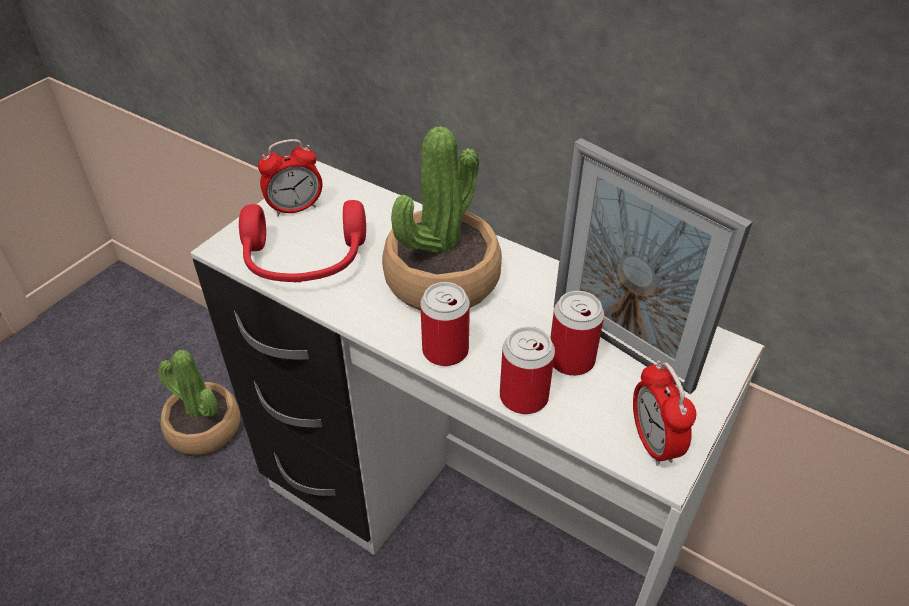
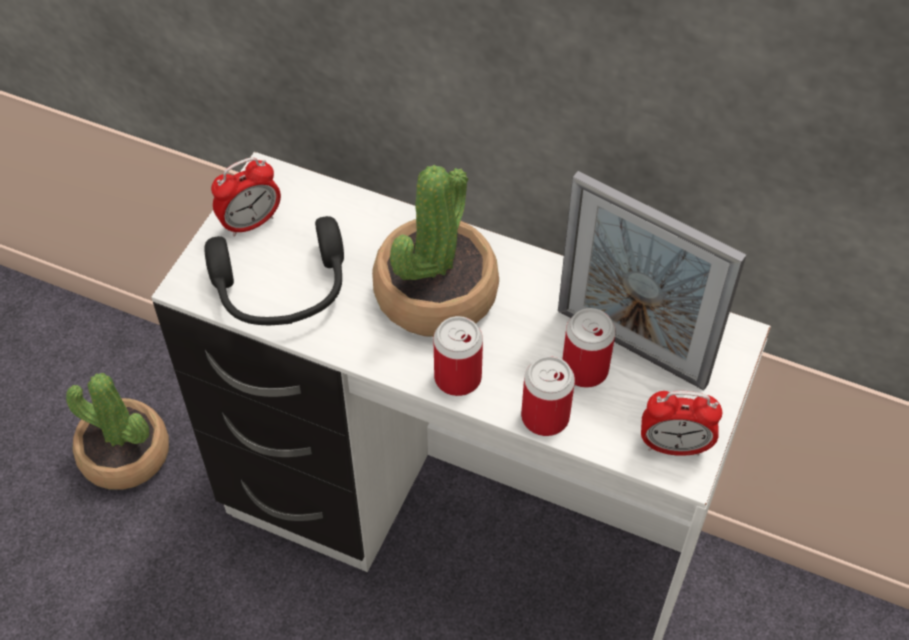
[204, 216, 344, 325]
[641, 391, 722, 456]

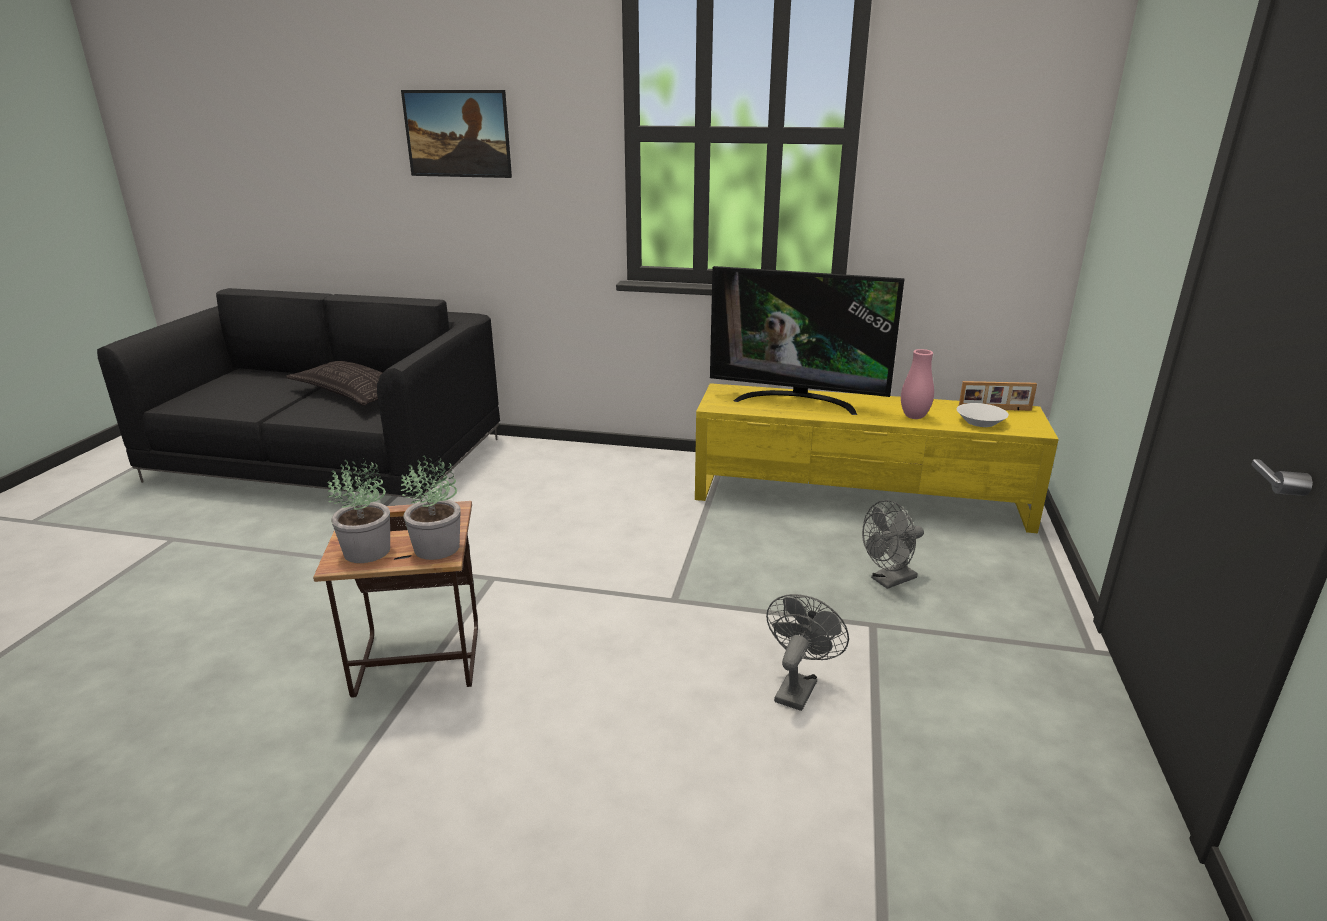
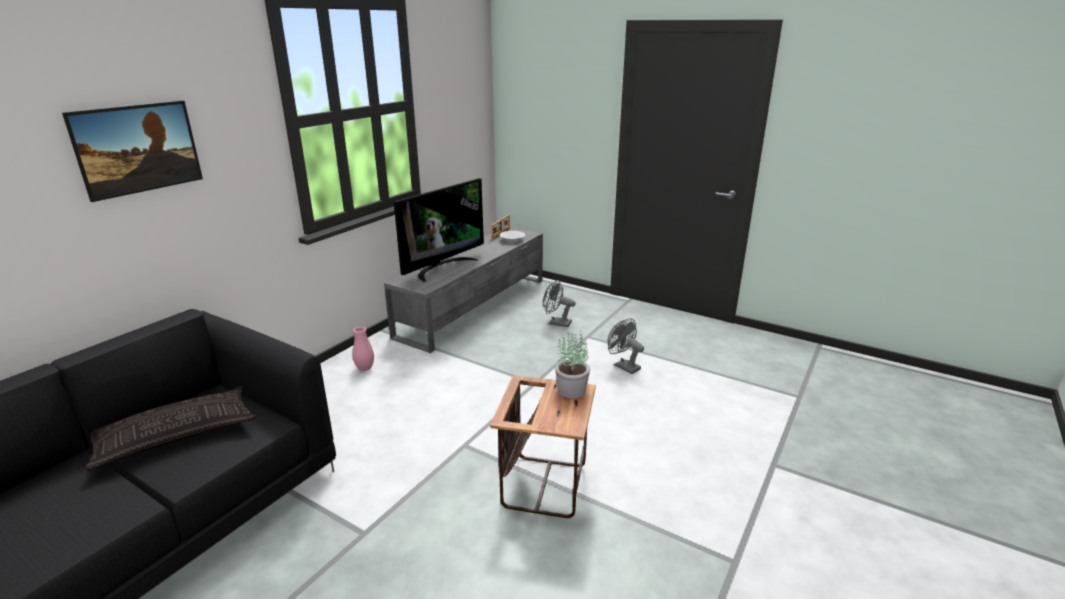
[352, 327, 374, 371]
[384, 227, 543, 353]
[543, 280, 576, 327]
[328, 458, 390, 563] (first image)

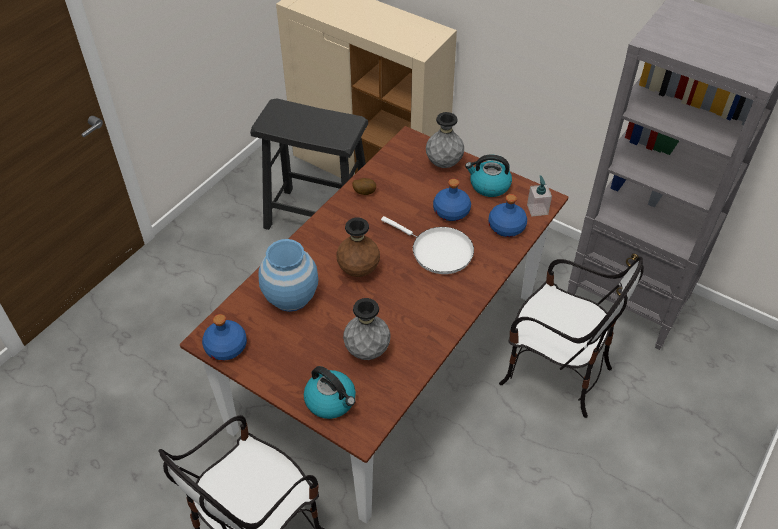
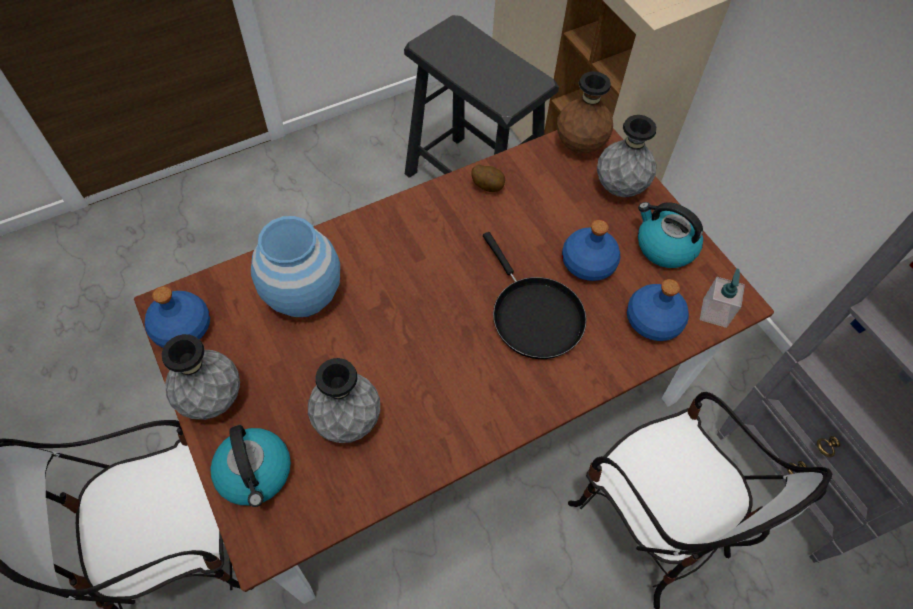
[162, 334, 240, 420]
[483, 232, 587, 359]
[557, 71, 613, 154]

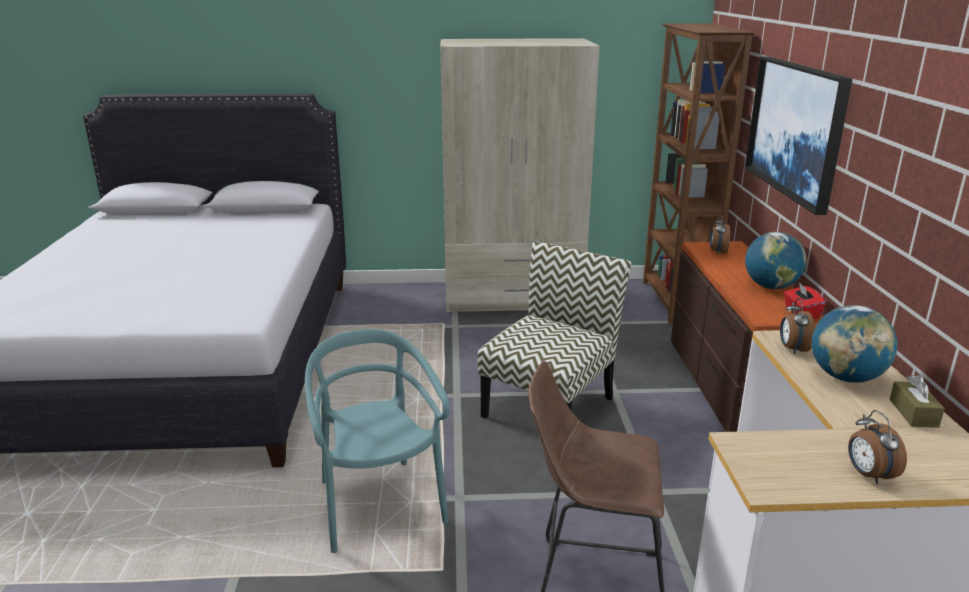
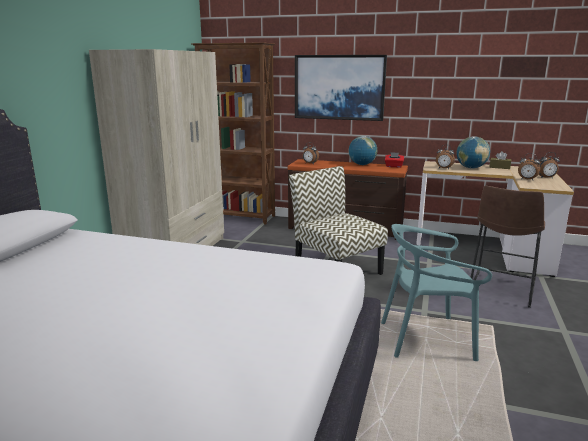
[518, 153, 540, 180]

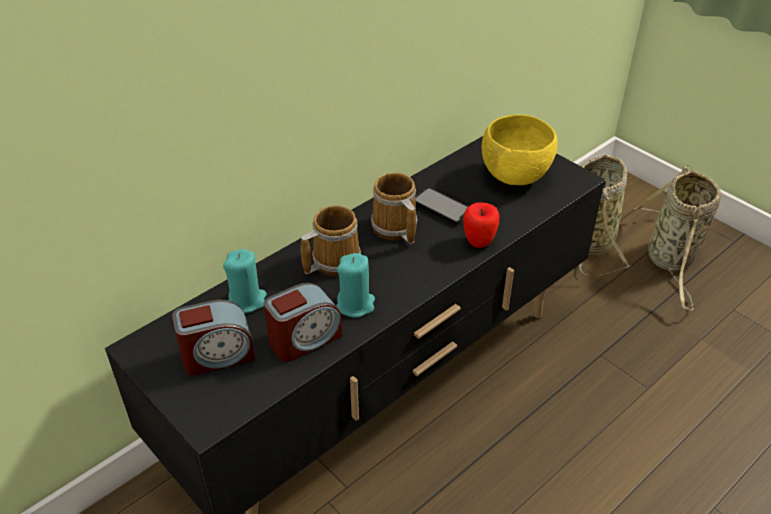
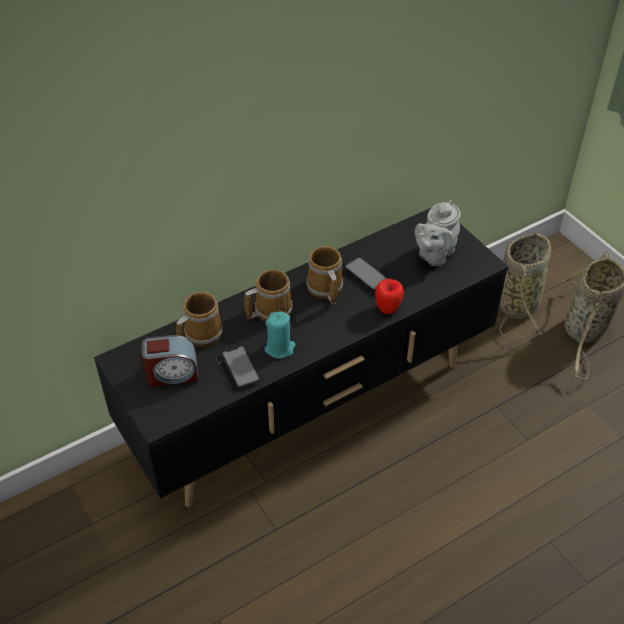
[176, 292, 223, 347]
[214, 345, 260, 393]
[415, 200, 461, 266]

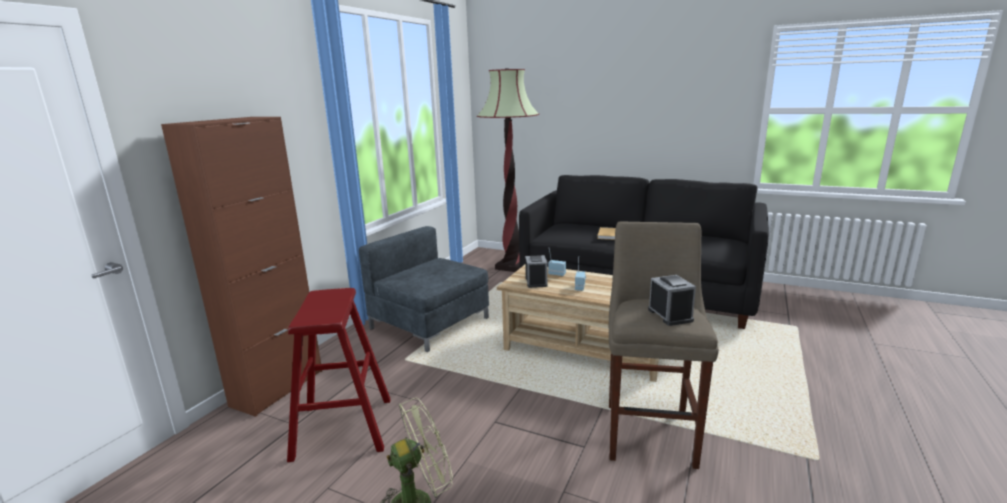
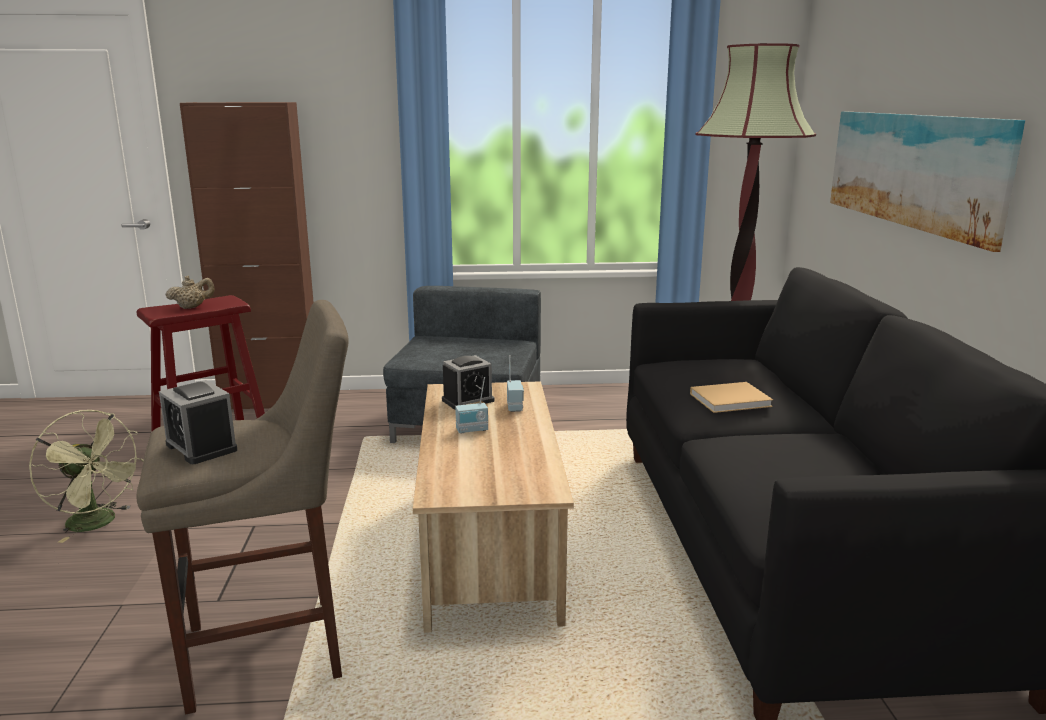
[159, 380, 237, 464]
[165, 276, 215, 309]
[830, 111, 1025, 252]

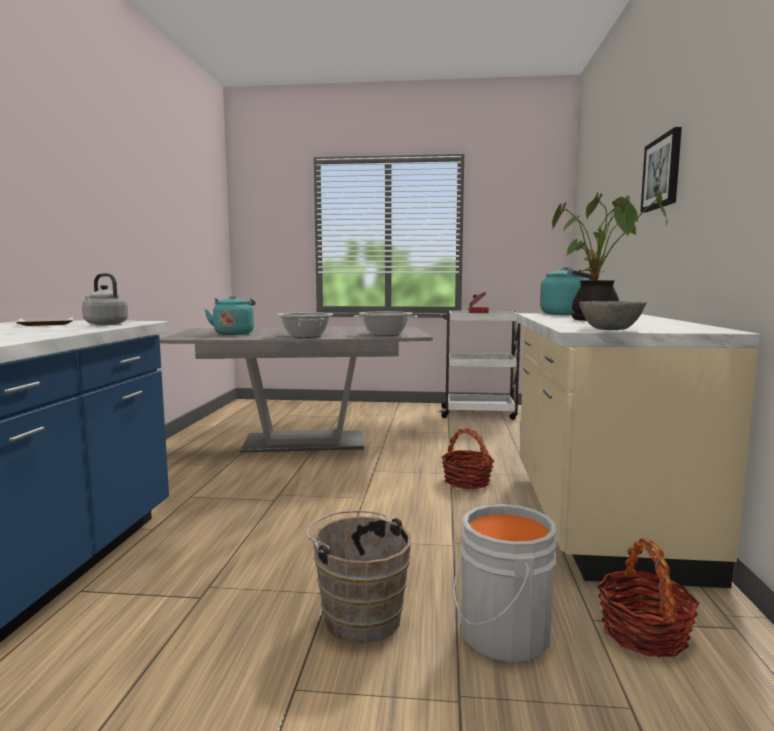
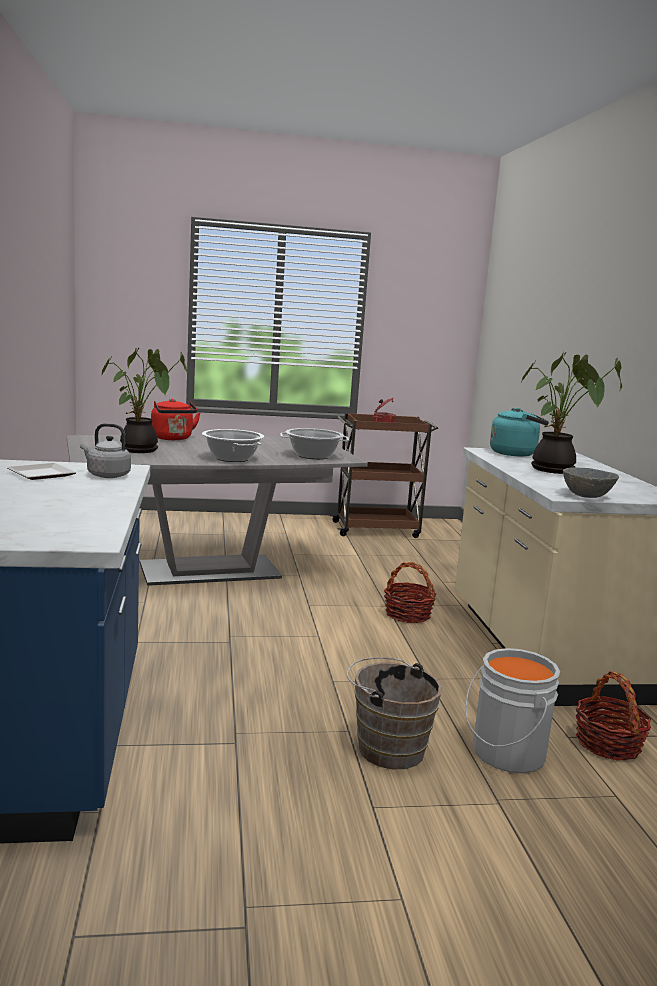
[101, 348, 189, 453]
[151, 399, 200, 440]
[330, 413, 438, 538]
[640, 127, 682, 213] (first image)

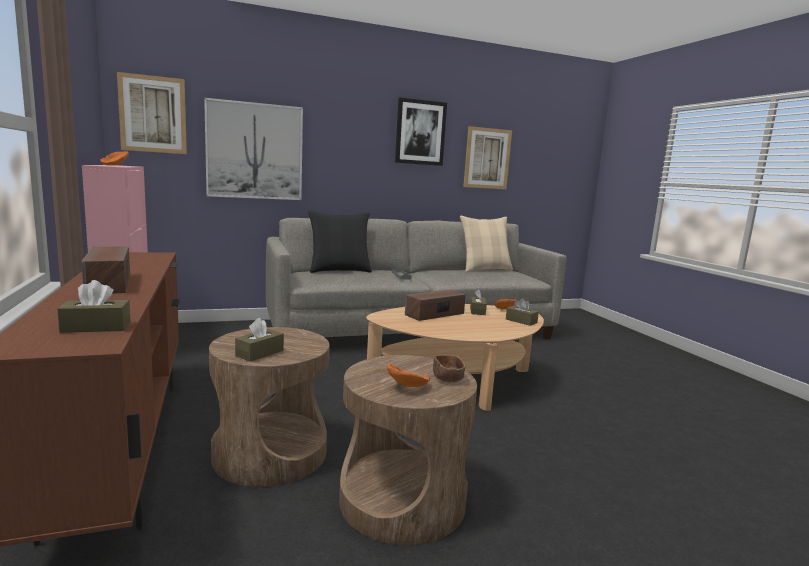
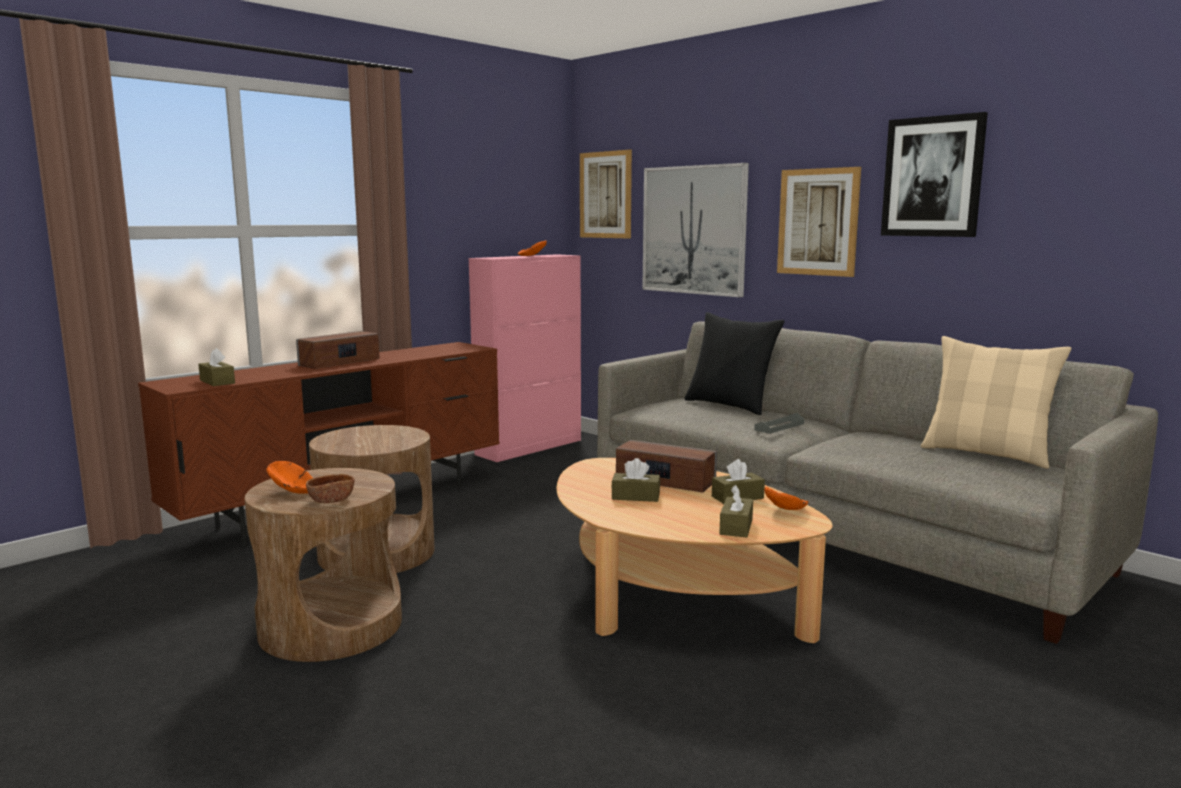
[611, 458, 660, 502]
[777, 167, 861, 277]

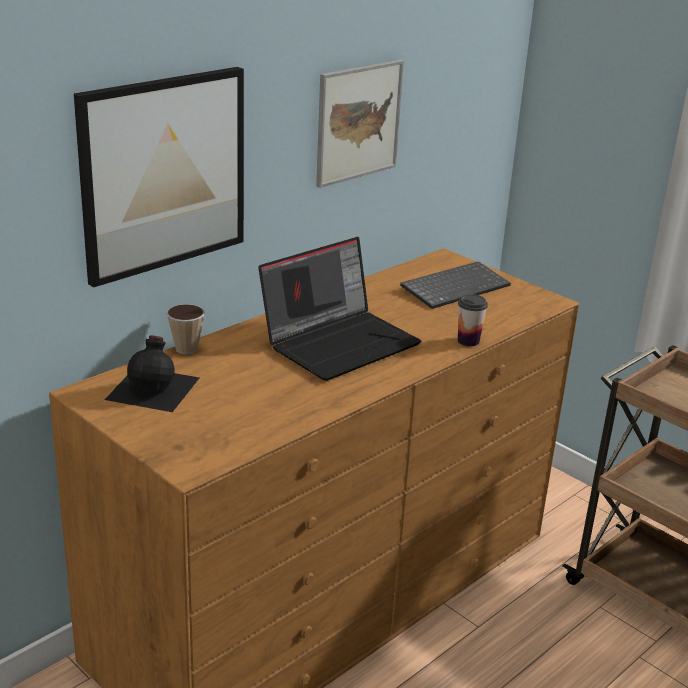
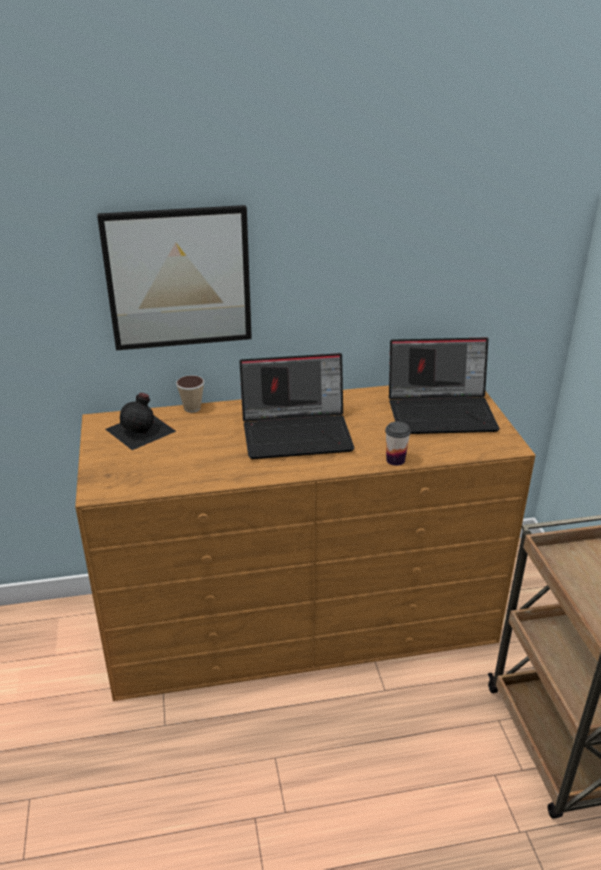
[389, 337, 500, 434]
[316, 60, 404, 188] (first image)

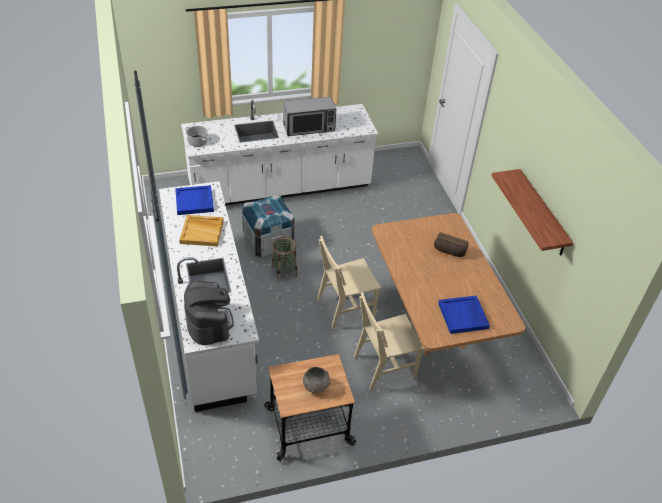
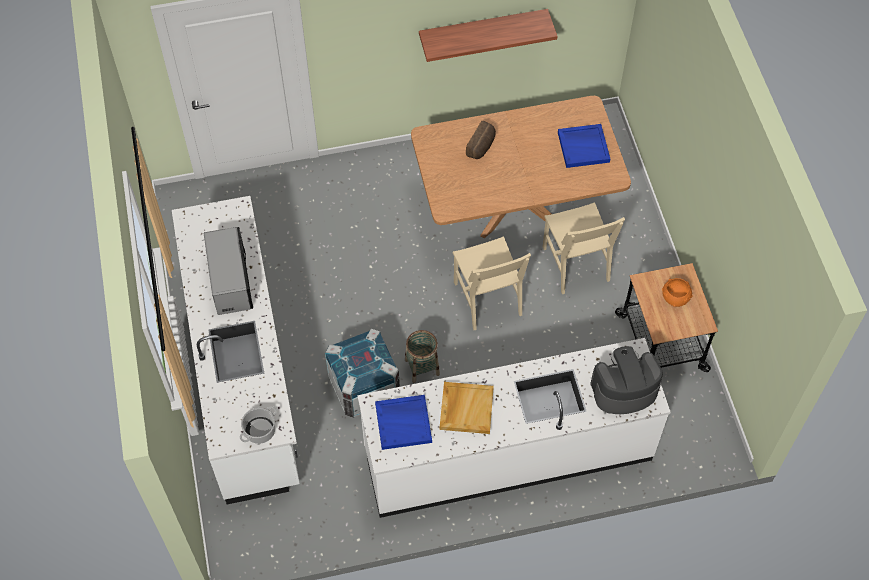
[662, 278, 692, 307]

